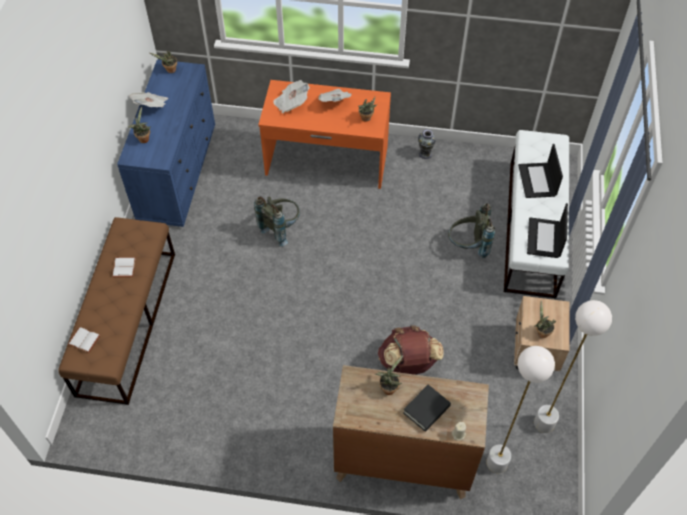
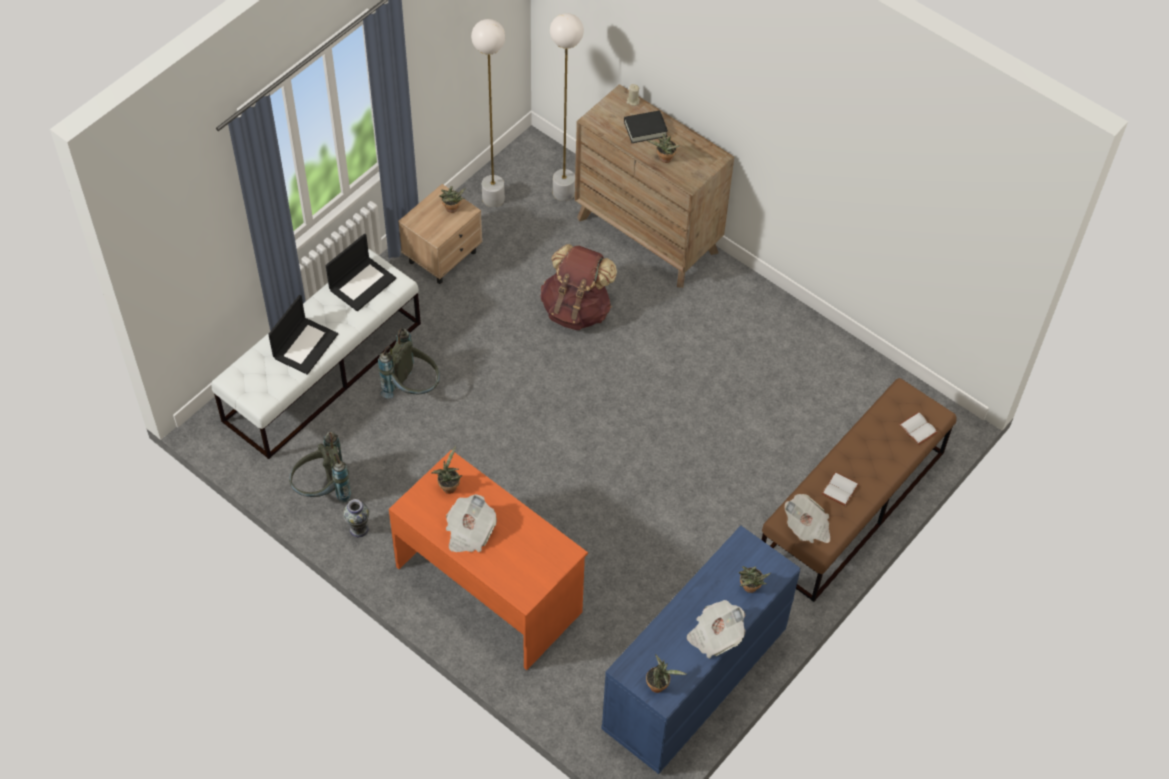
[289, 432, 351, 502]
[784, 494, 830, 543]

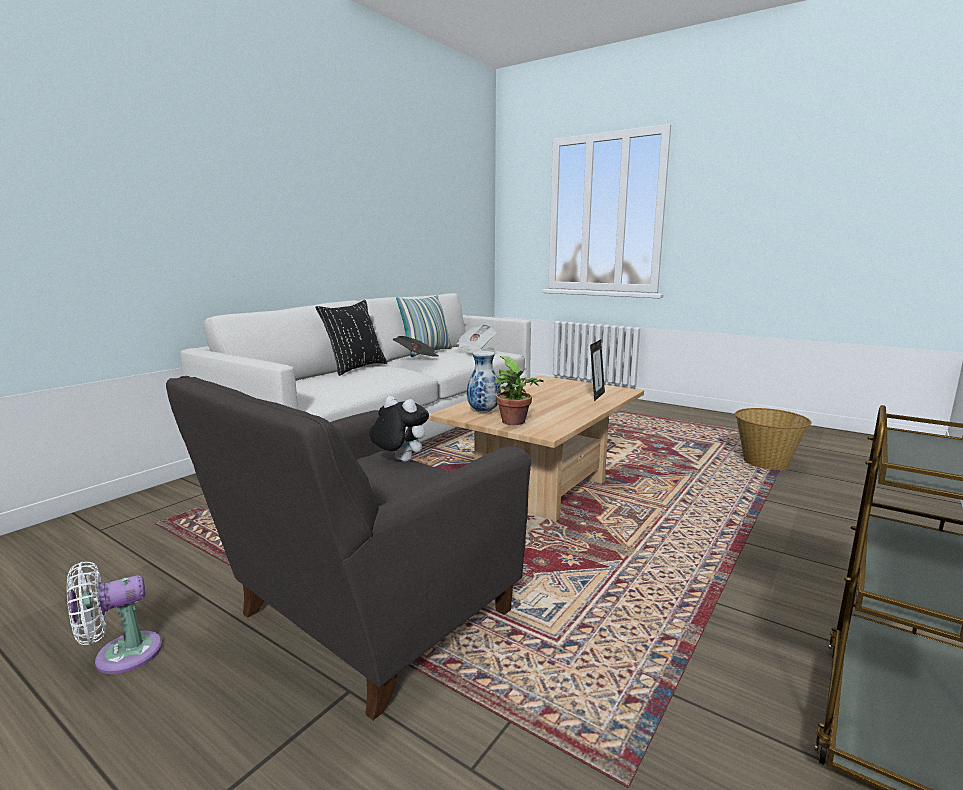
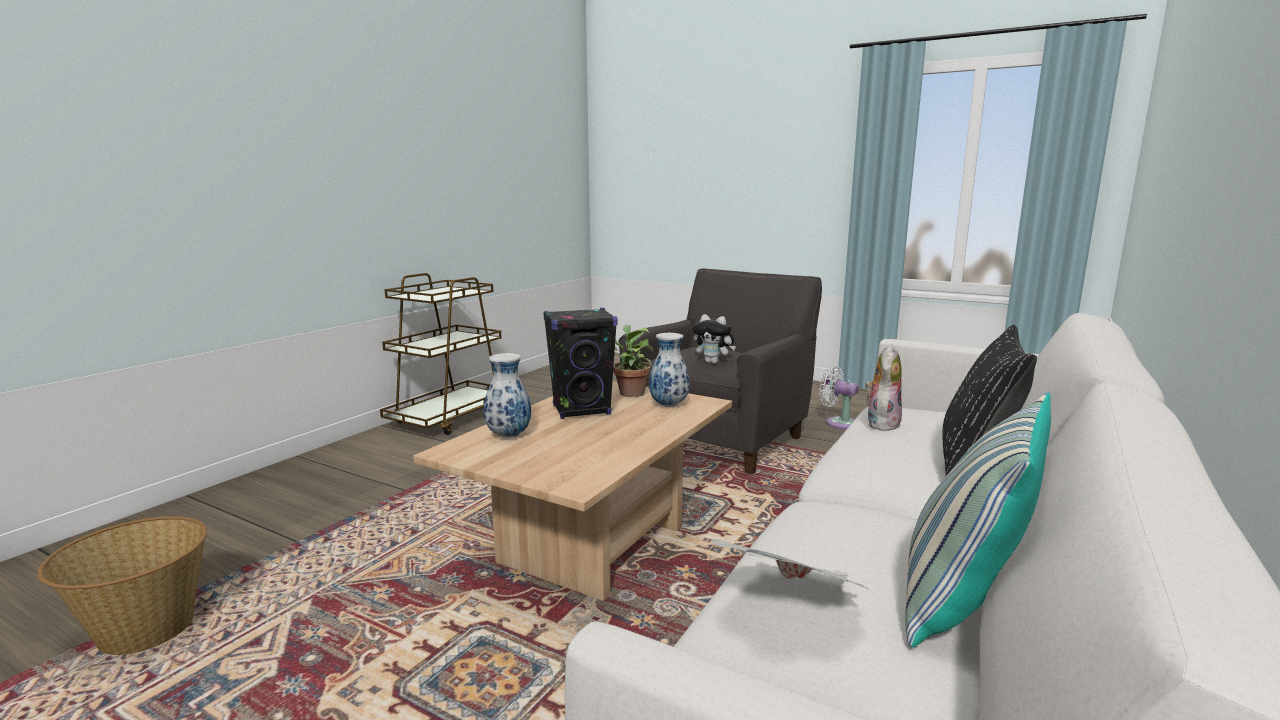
[484, 353, 531, 438]
[543, 308, 618, 419]
[819, 366, 859, 429]
[865, 344, 902, 431]
[393, 336, 439, 357] (first image)

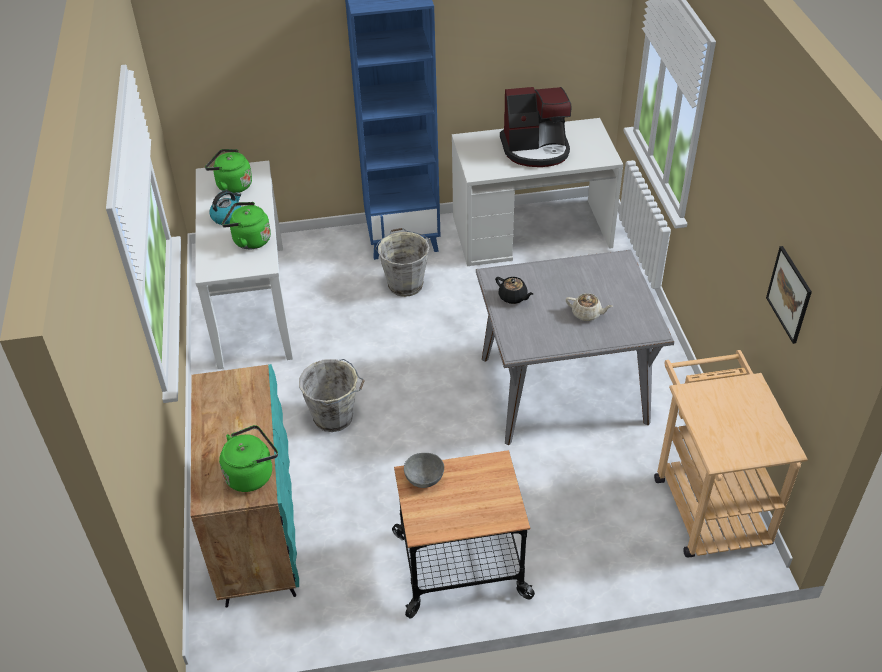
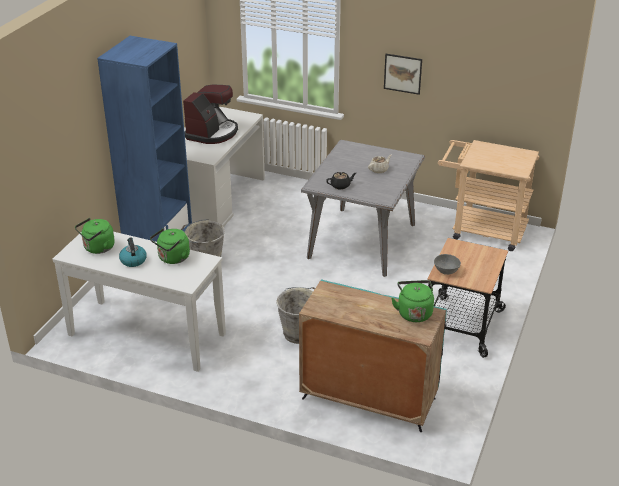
[384, 54, 422, 95]

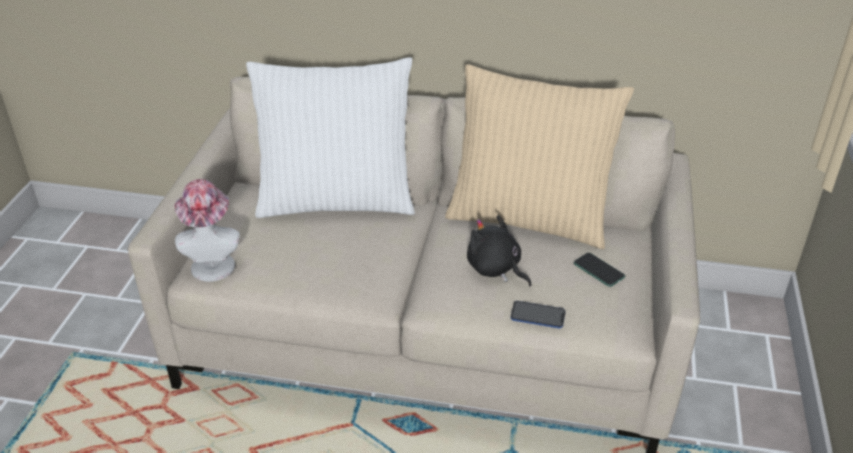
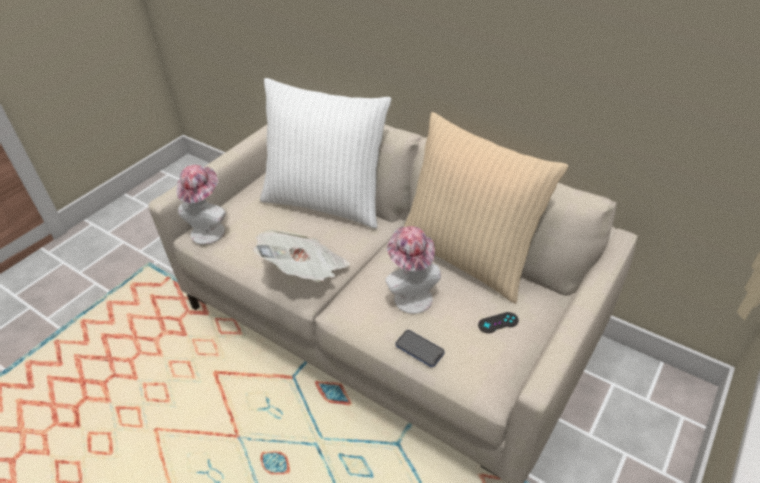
[252, 229, 350, 282]
[385, 226, 441, 314]
[478, 312, 519, 333]

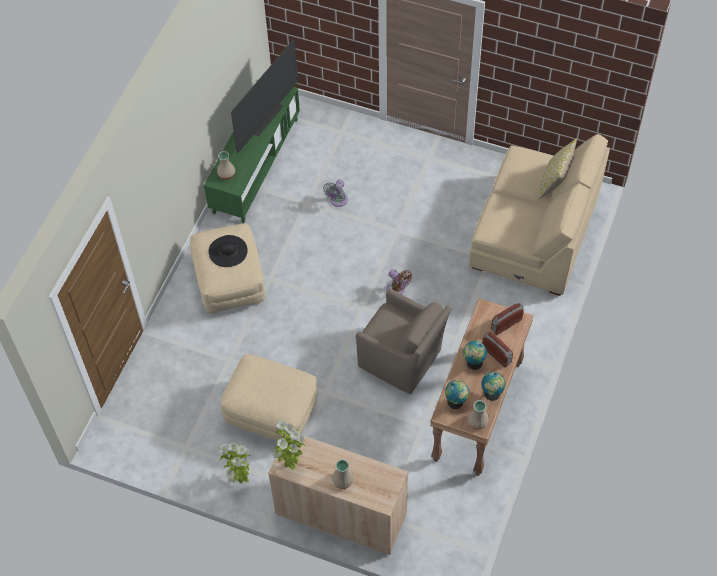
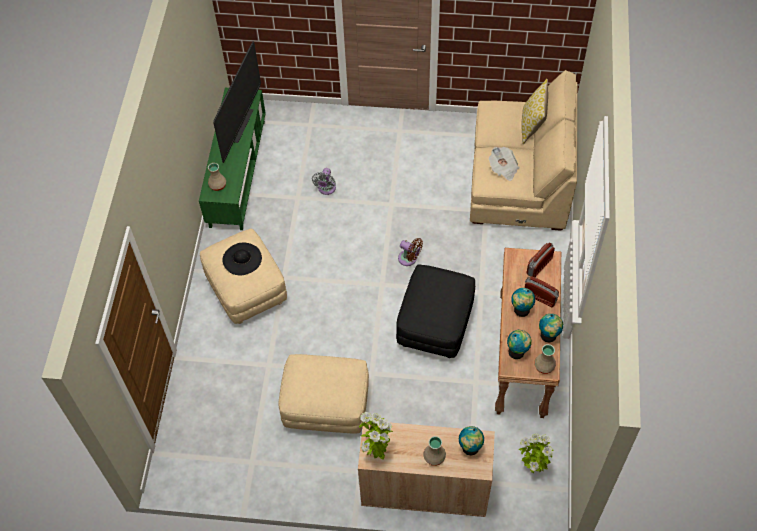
[396, 264, 475, 358]
[459, 426, 484, 456]
[489, 147, 520, 181]
[519, 434, 554, 473]

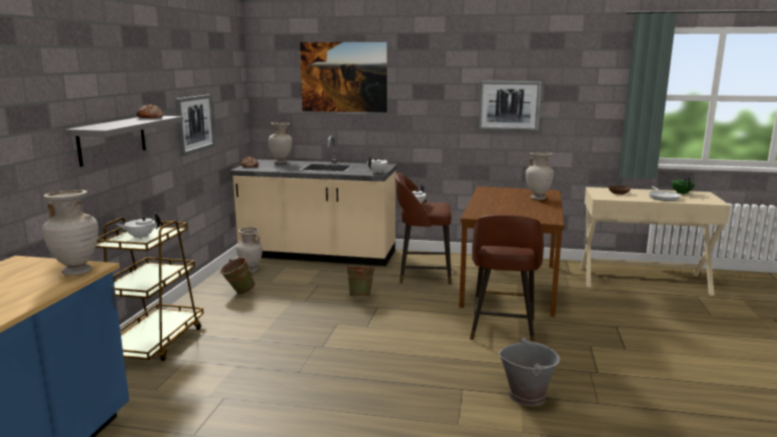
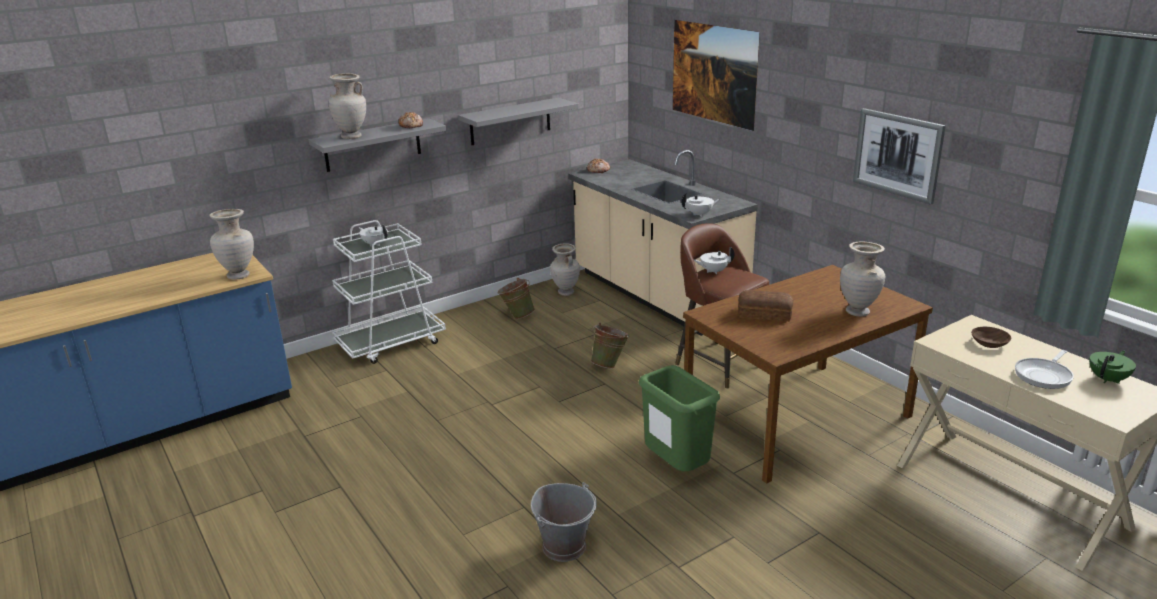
[328, 73, 366, 139]
[332, 220, 446, 364]
[458, 98, 578, 145]
[639, 365, 720, 471]
[738, 290, 794, 322]

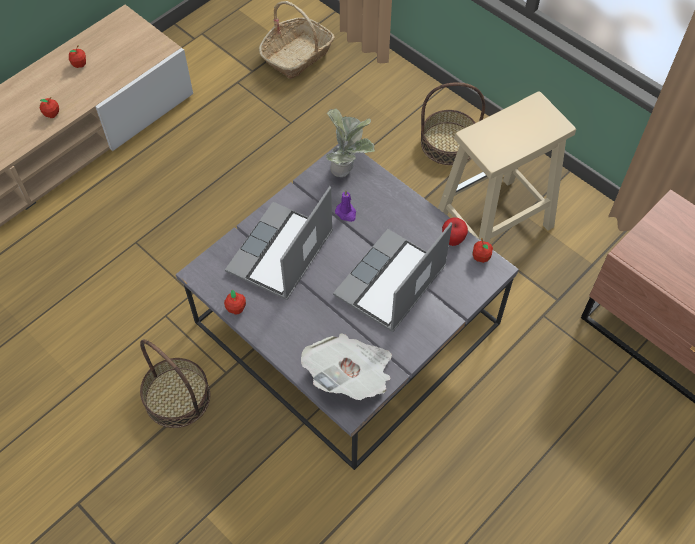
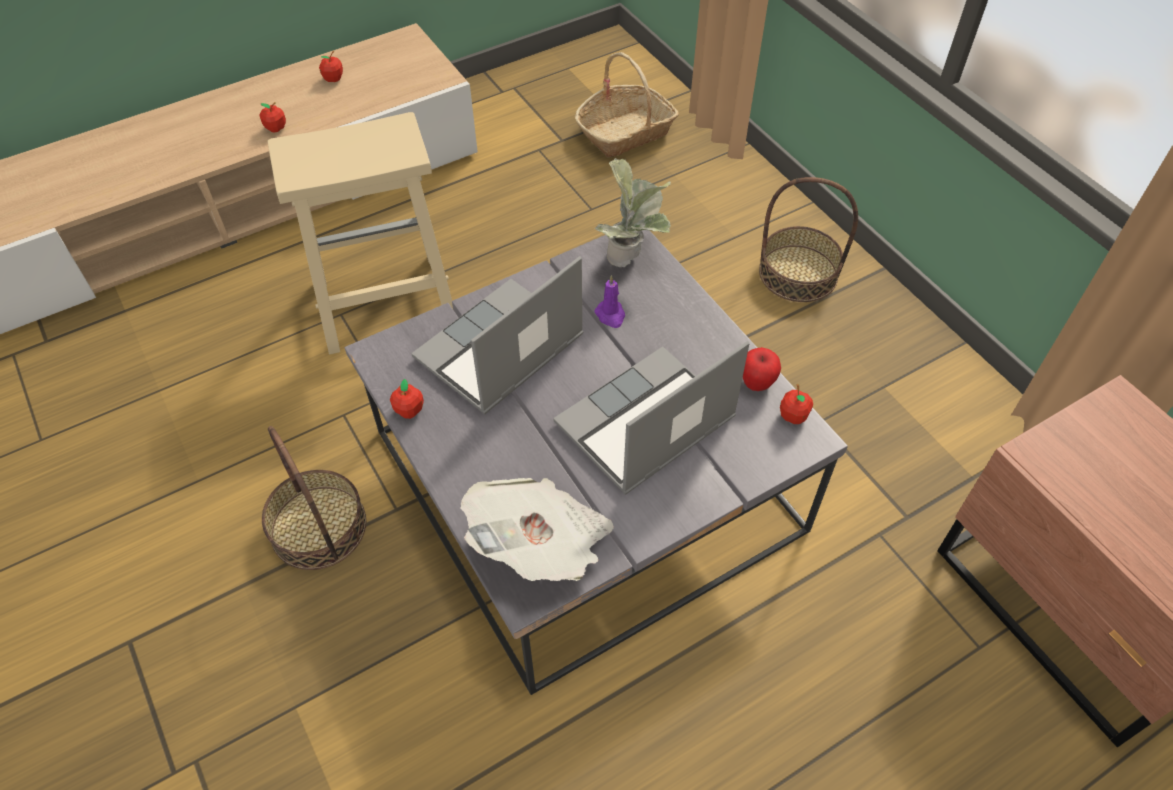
[268, 112, 453, 355]

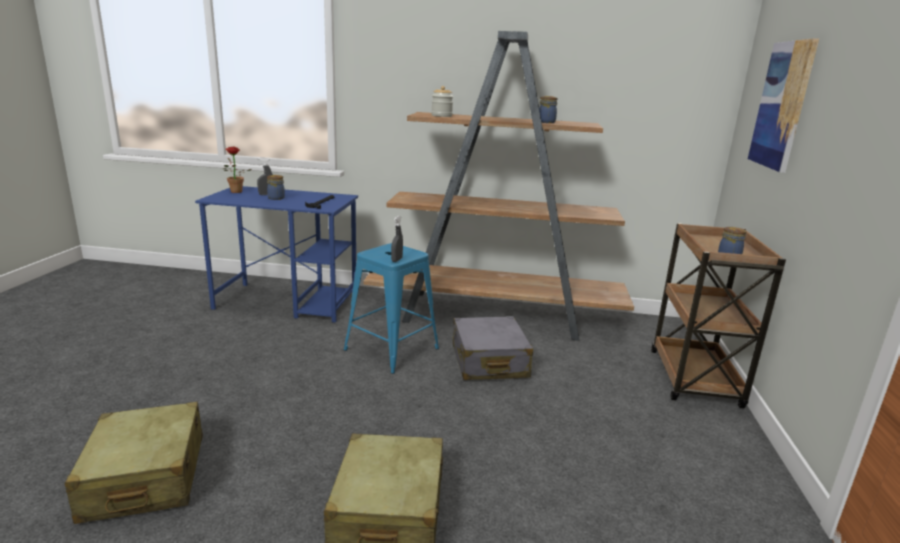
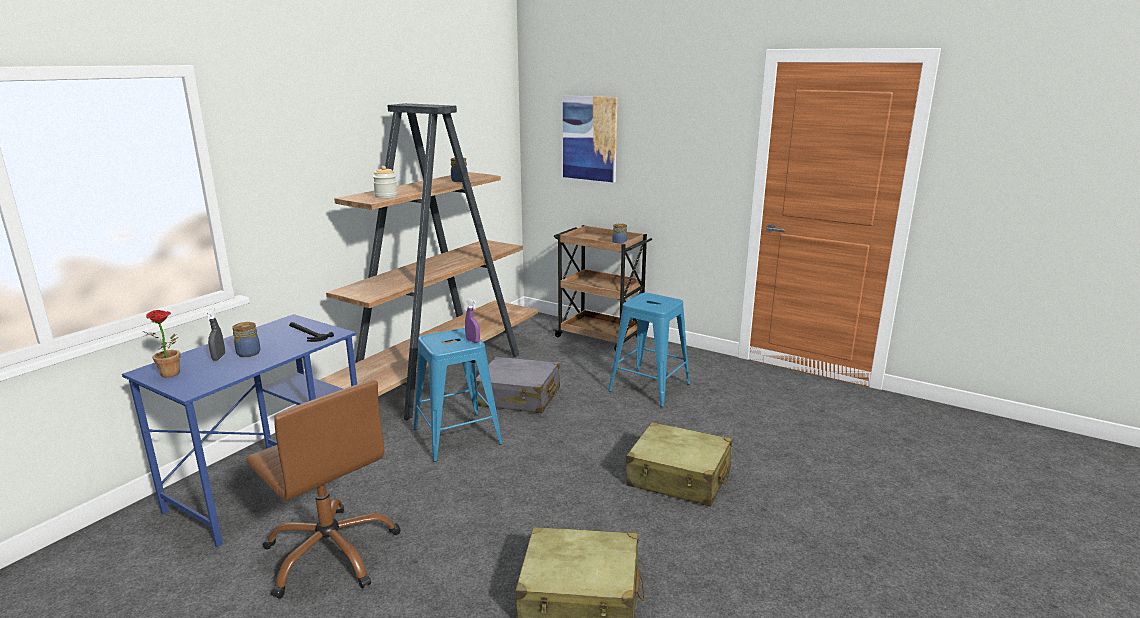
[246, 380, 401, 599]
[465, 299, 480, 343]
[608, 293, 690, 407]

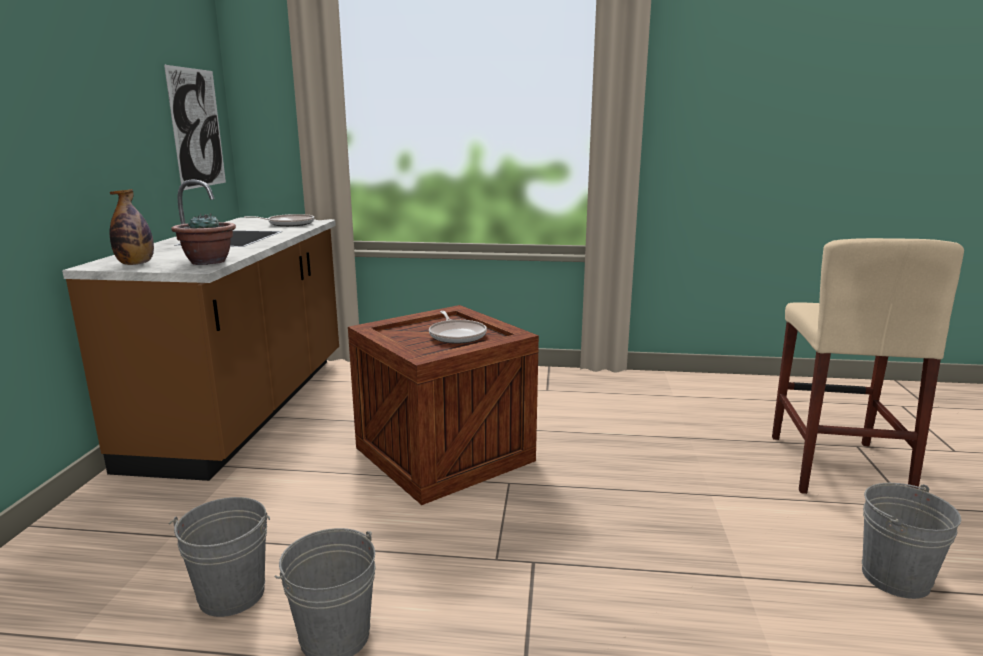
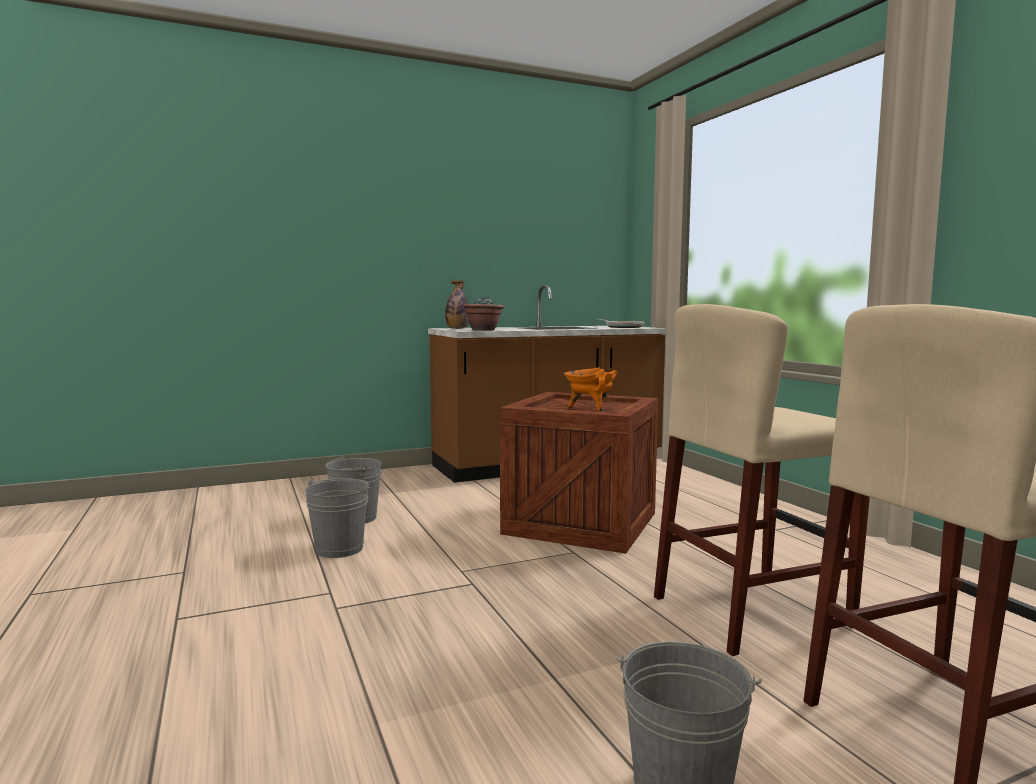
[564, 368, 618, 412]
[654, 304, 870, 656]
[164, 65, 226, 190] (first image)

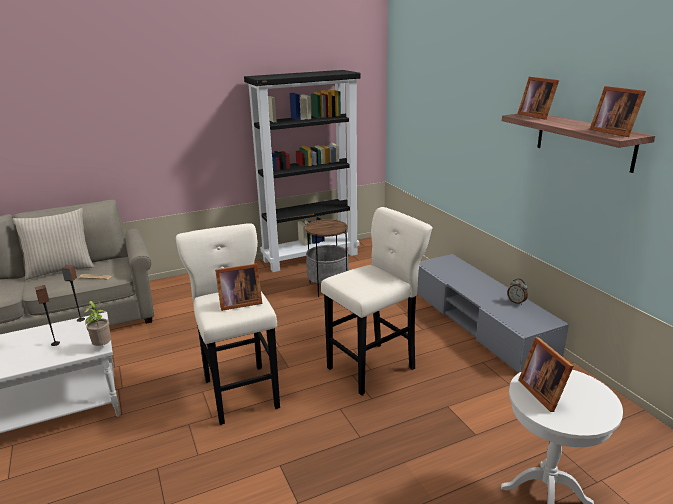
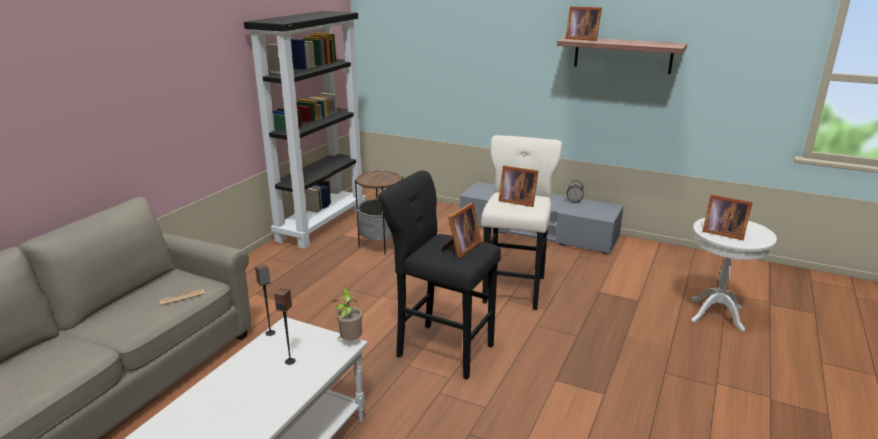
[378, 171, 501, 380]
[498, 166, 538, 207]
[13, 208, 94, 280] (first image)

